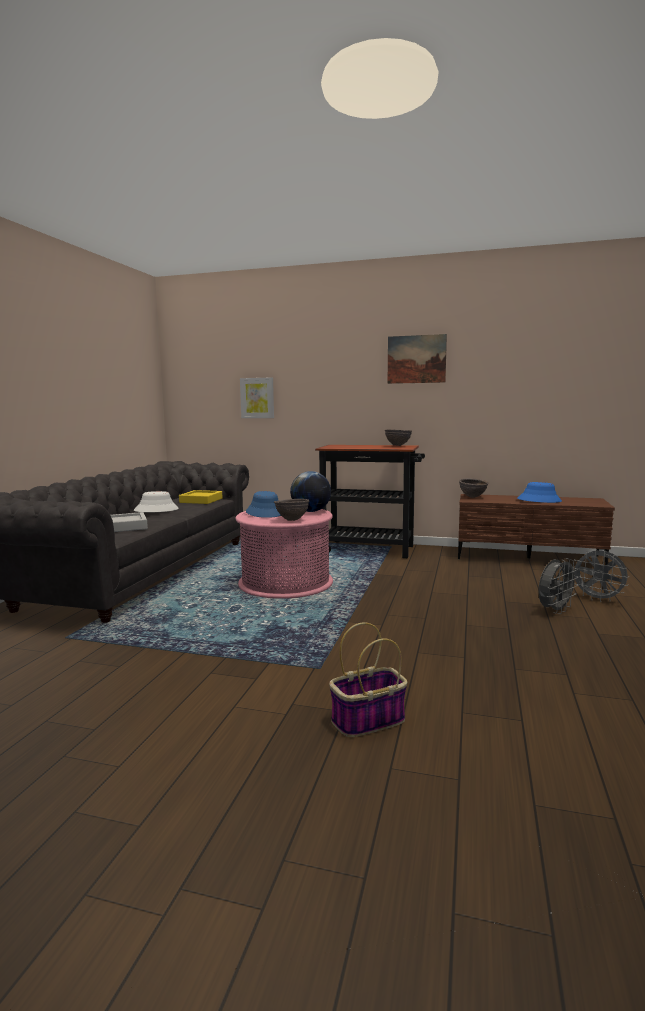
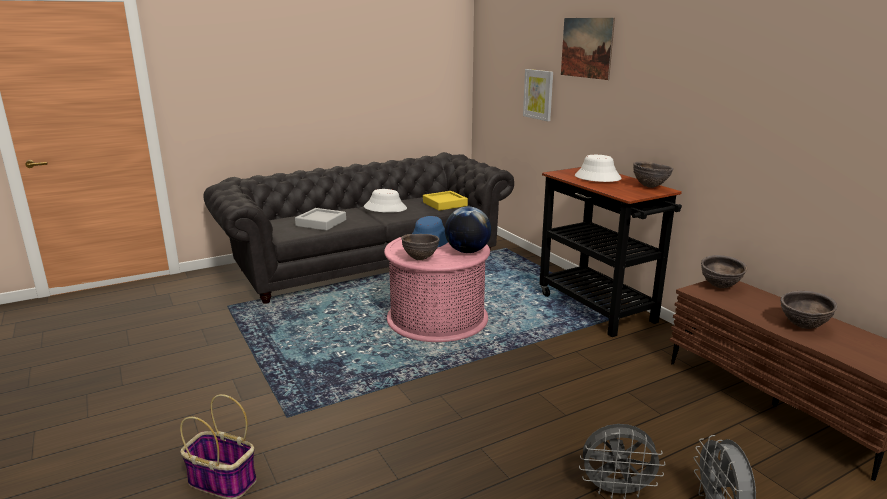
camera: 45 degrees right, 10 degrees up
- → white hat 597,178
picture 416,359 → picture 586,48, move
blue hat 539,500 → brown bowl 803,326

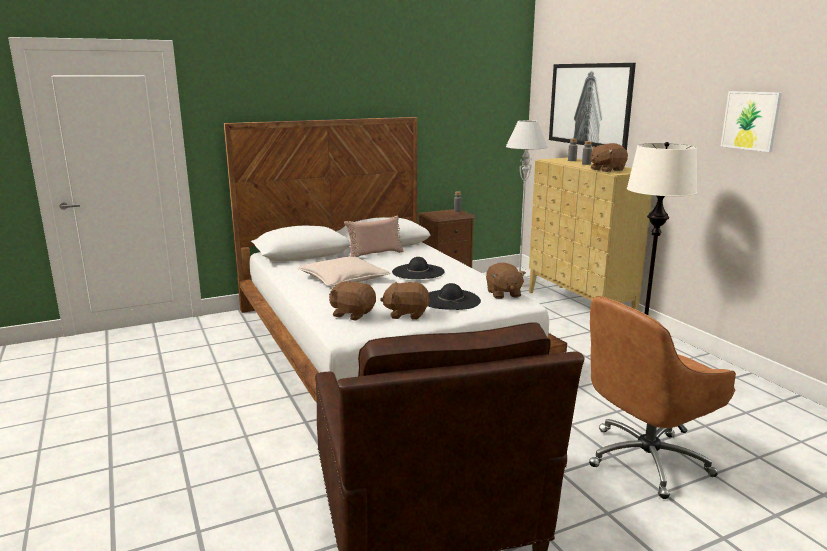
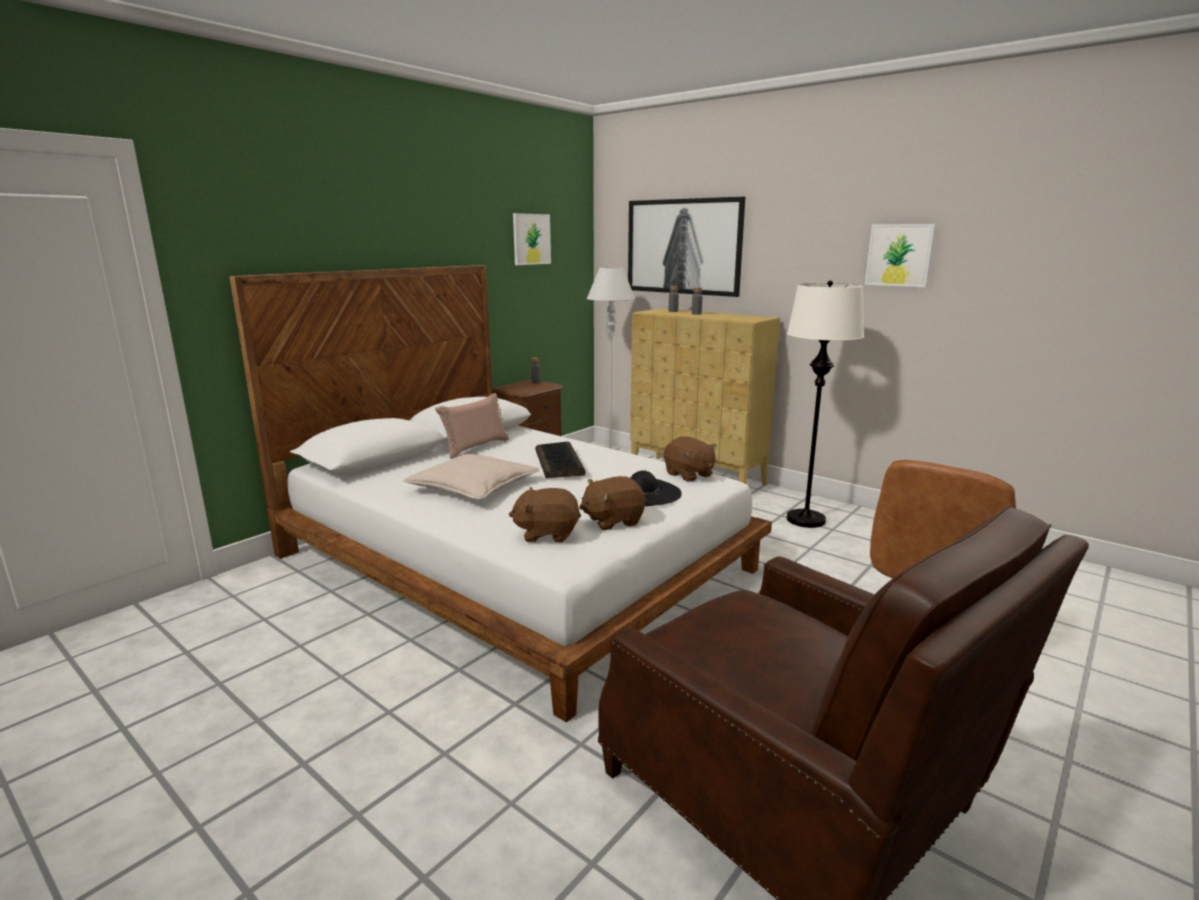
camera: 25 degrees left, 0 degrees up
brown plush toy 606,170 → -
- → picture 531,239
black hat 418,272 → keyboard 560,462

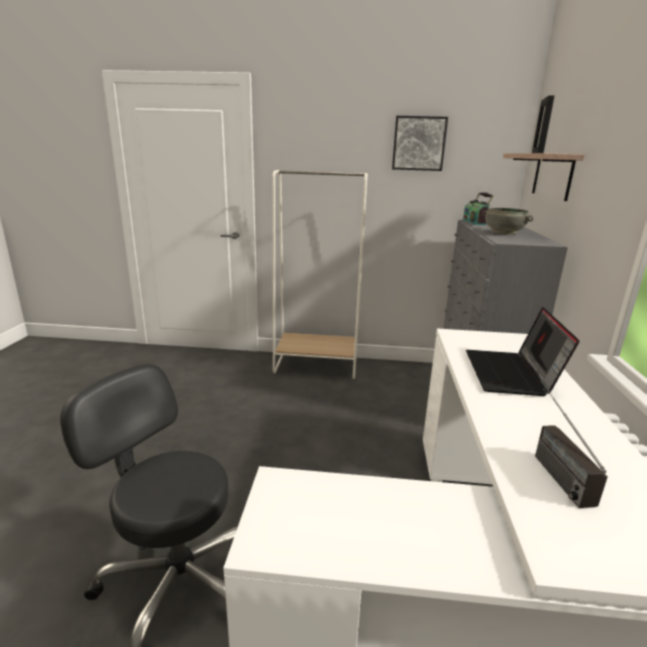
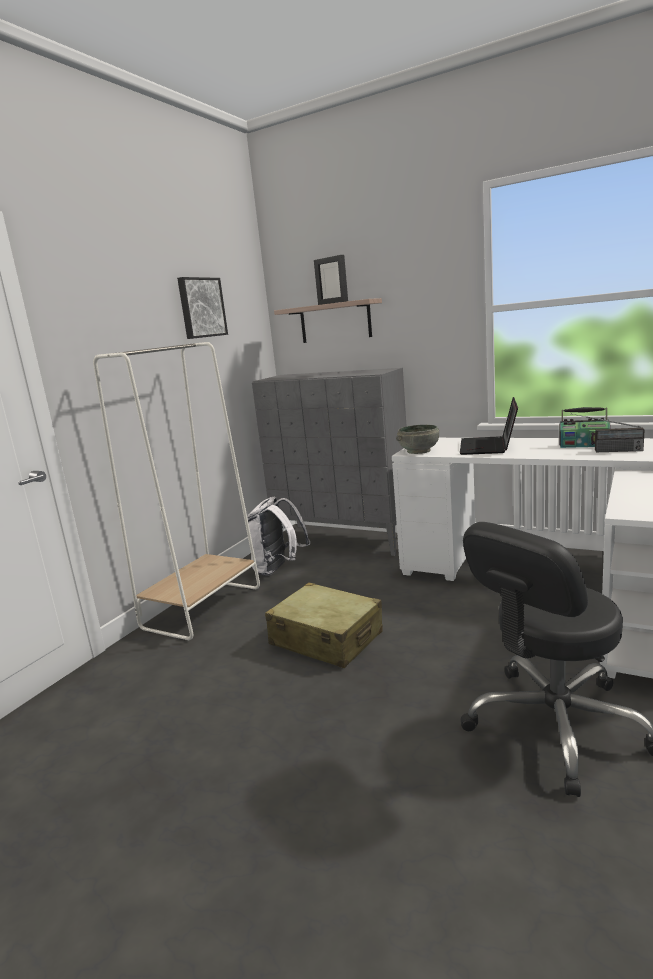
camera: 65 degrees left, 5 degrees down
- → white backpack 278,569
- → beige suitcase 326,639
radio 475,222 → radio 583,445, move
grey bowl 503,233 → grey bowl 419,451, move
laptop 511,374 → laptop 489,447, 75 degrees clockwise

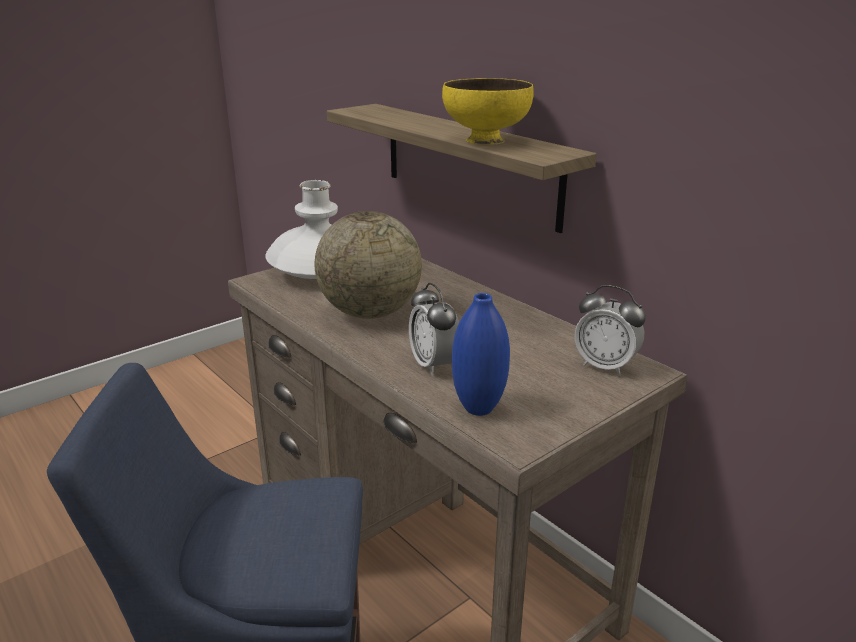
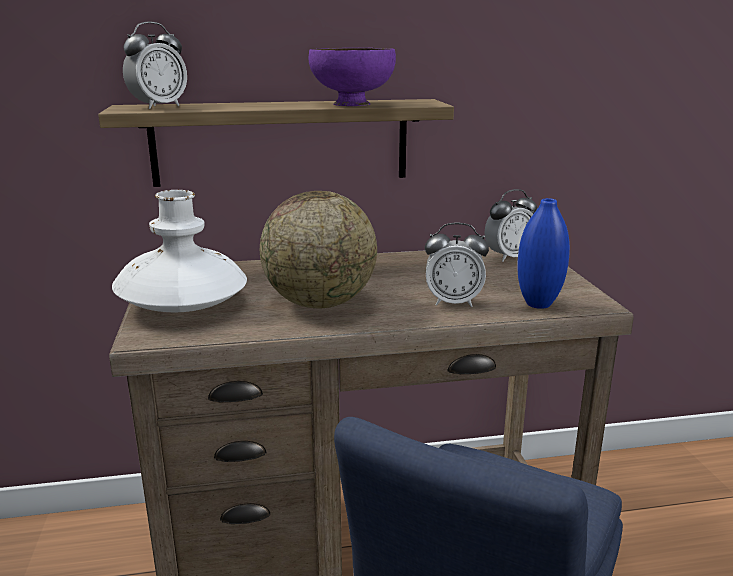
camera: 60 degrees left, 5 degrees down
- → alarm clock 159,107
yellow bowl 486,141 → purple bowl 353,104

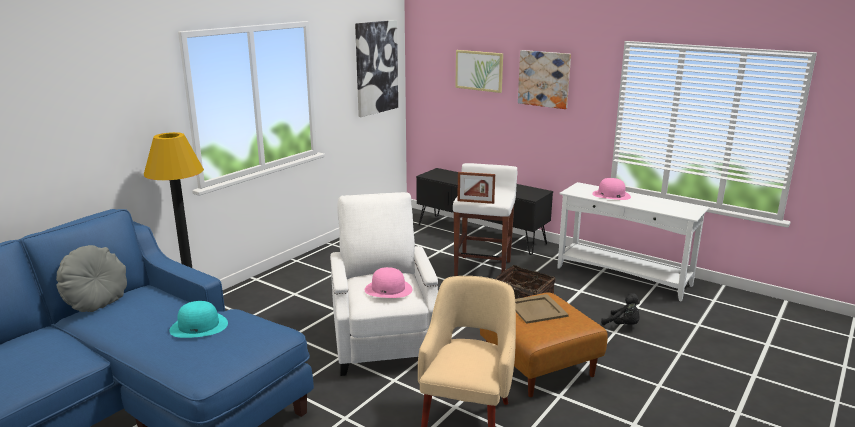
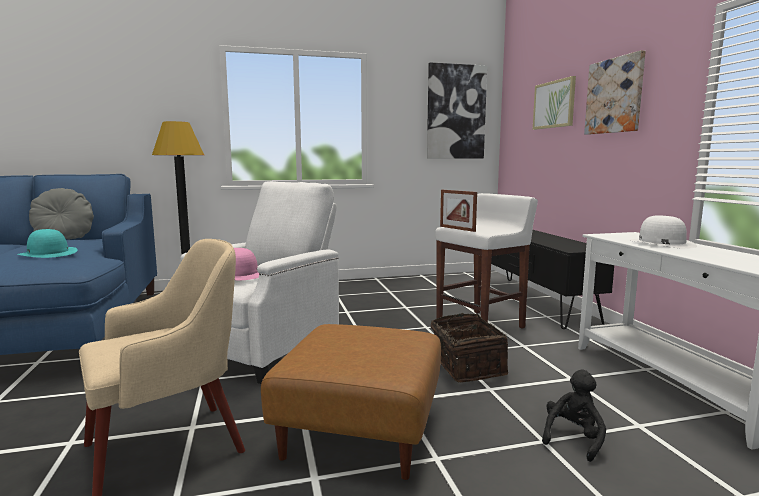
camera: 40 degrees right, 10 degrees down
beige tray 537,309 → -
pink hat 611,195 → white hat 661,243
black plush toy 623,325 → black plush toy 573,438, 135 degrees counterclockwise

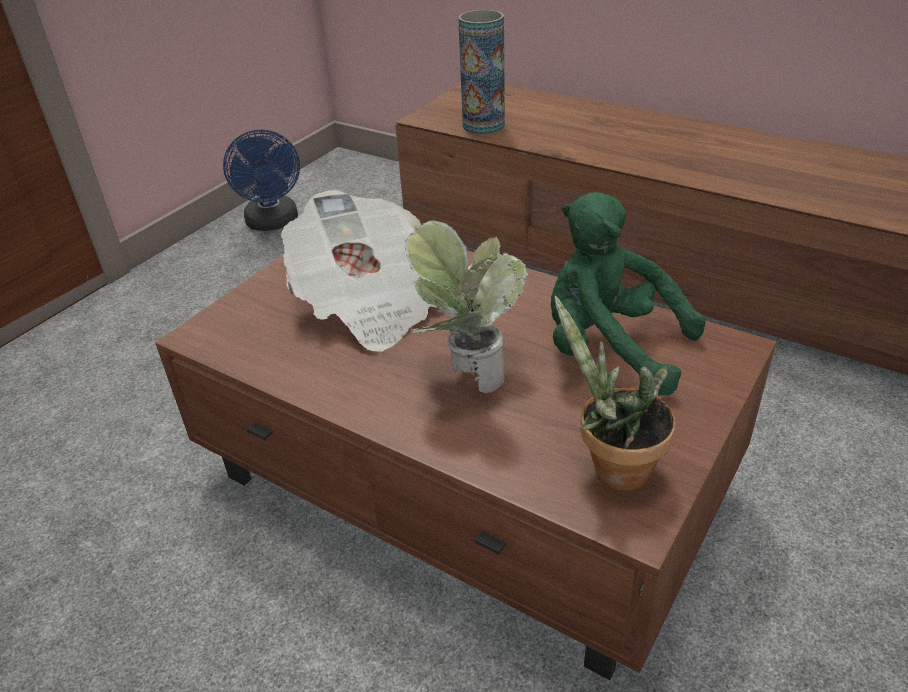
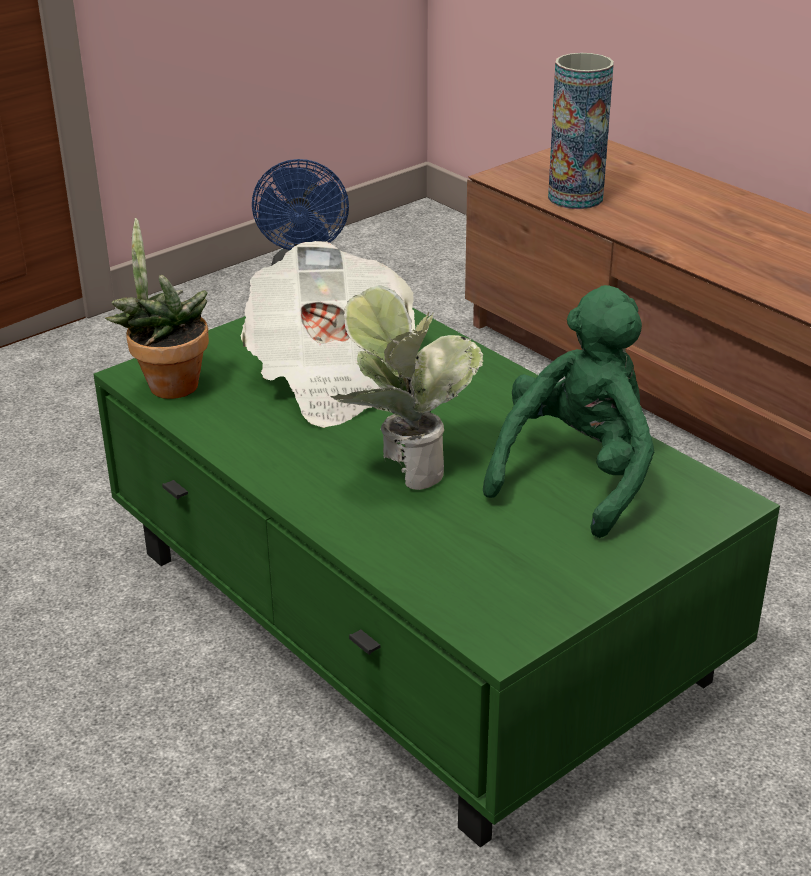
camera: 15 degrees right, 5 degrees down
potted plant 612,468 → potted plant 168,384, move
brown coffee table 467,481 → green coffee table 414,618
green plush toy 609,349 → green plush toy 577,475, 75 degrees clockwise

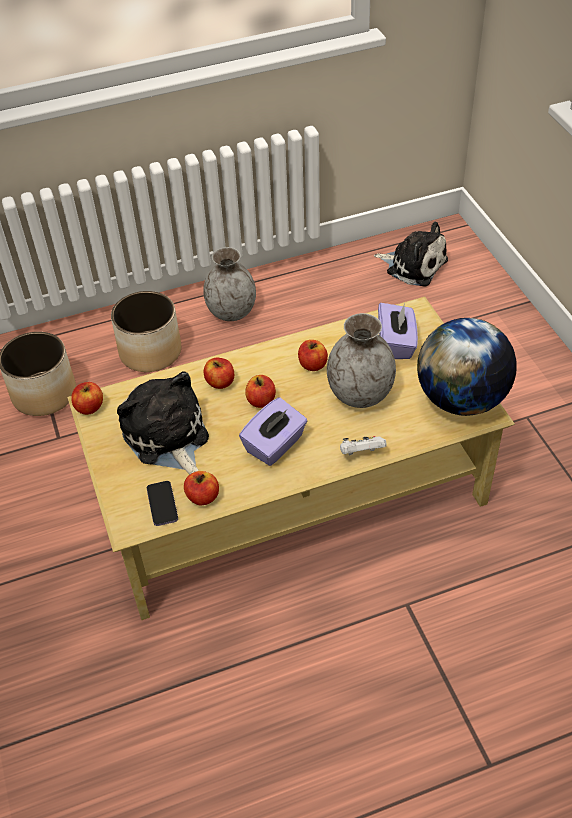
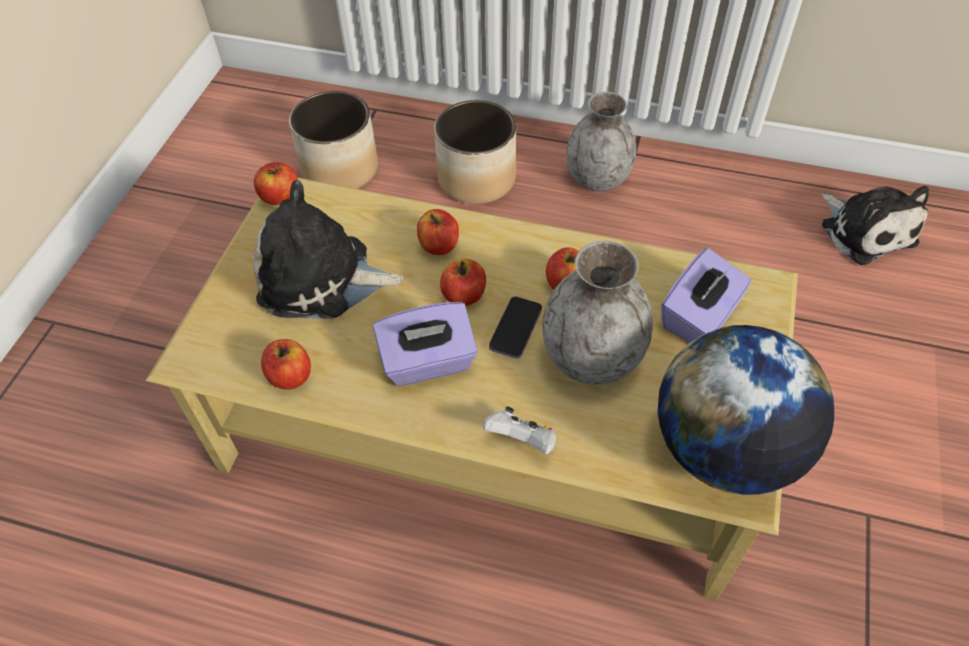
camera: 35 degrees right, 5 degrees up
phone 162,504 → phone 515,328, move
plush toy 167,438 → plush toy 321,279, 90 degrees counterclockwise

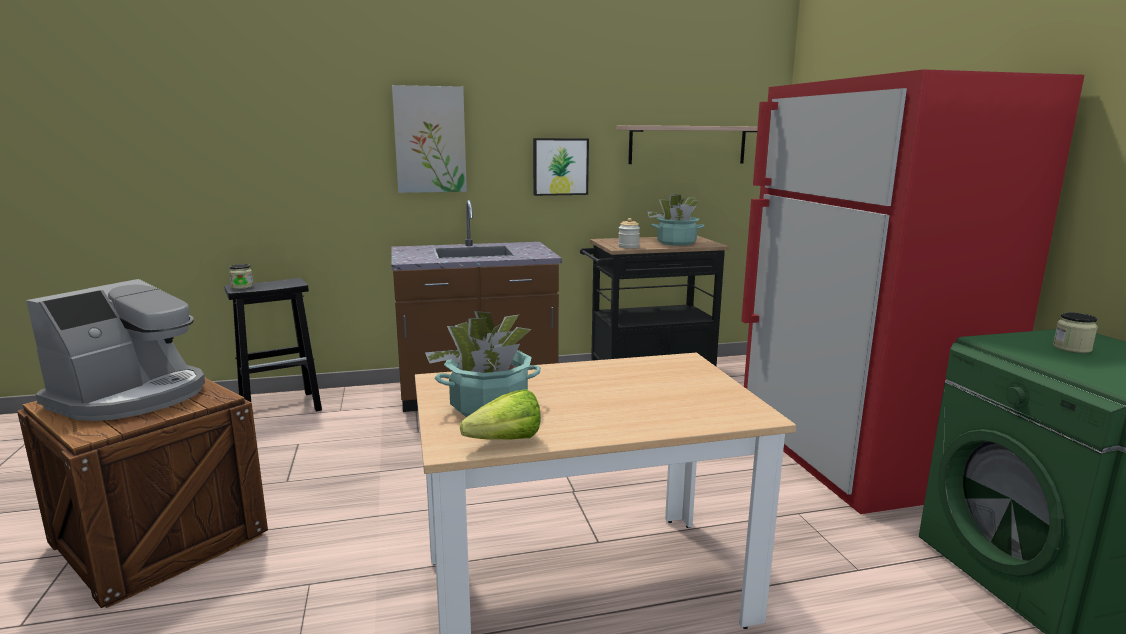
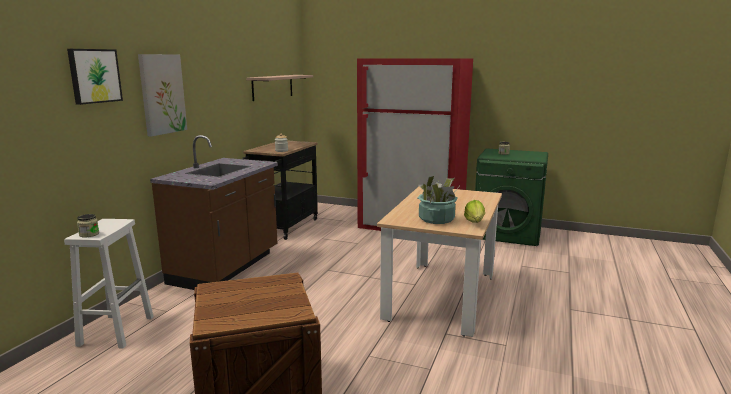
camera: 55 degrees left, 0 degrees up
coffee machine 132,396 → -
potted plant 676,242 → -
picture 560,166 → picture 94,76, move
black stool 282,407 → white stool 117,330

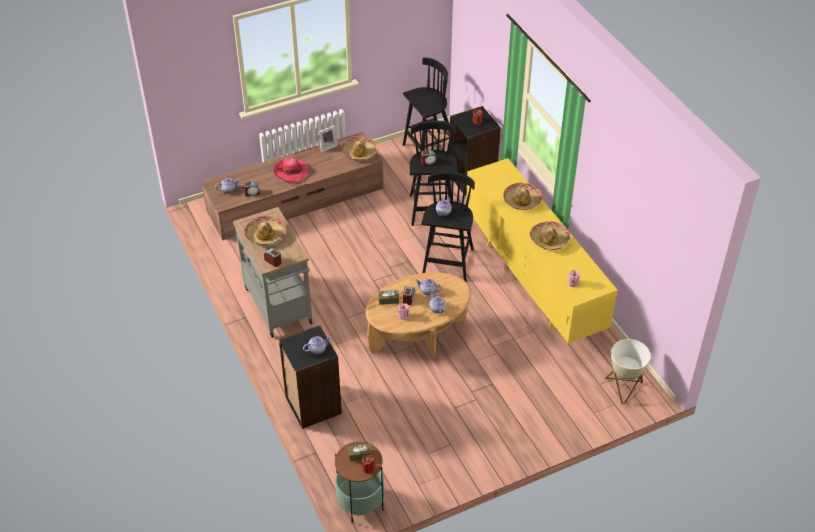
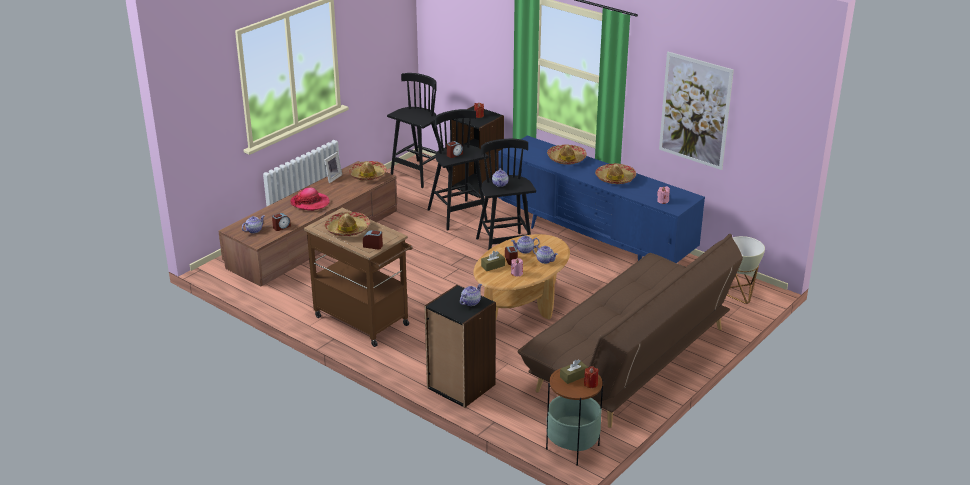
camera: 25 degrees left, 15 degrees down
- → brown sofa 631,359
- → picture 695,110
grey cart 279,307 → brown cart 364,322
yellow cabinet 534,282 → blue cabinet 595,242

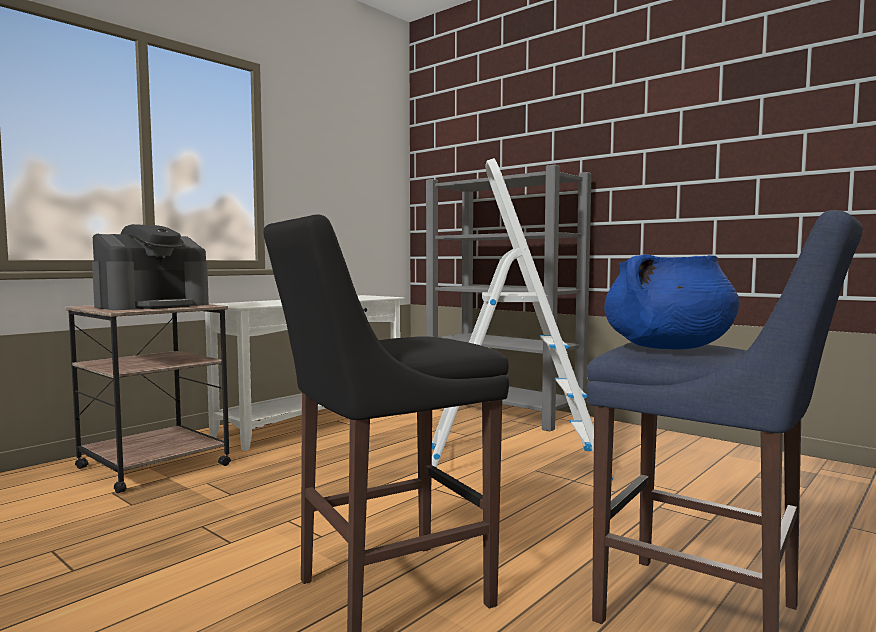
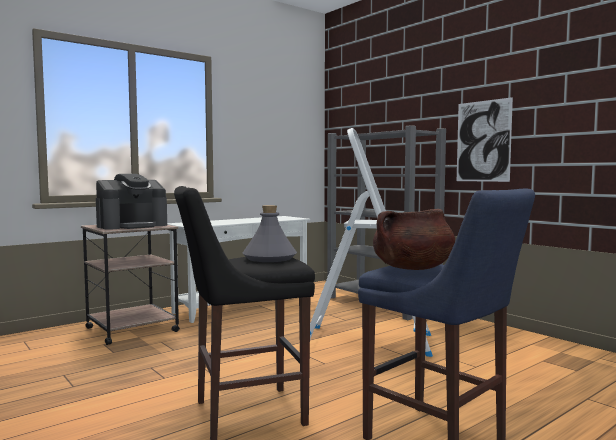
camera: 10 degrees right, 0 degrees up
- → grey bottle 269,258
- → picture 483,141
blue cooking pot 667,348 → brown cooking pot 412,268

